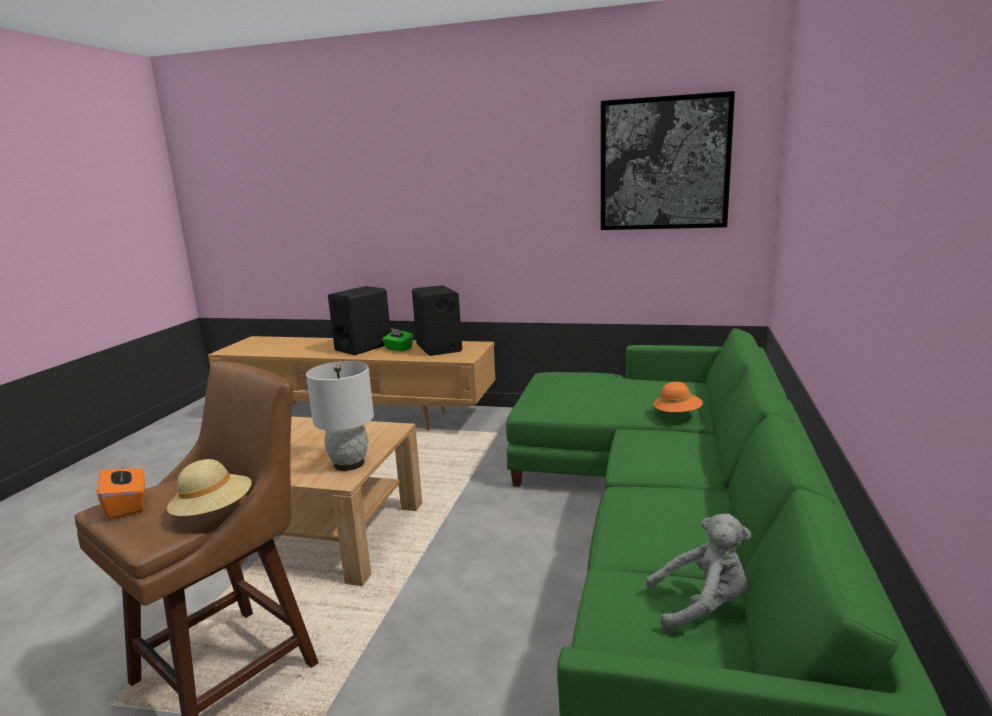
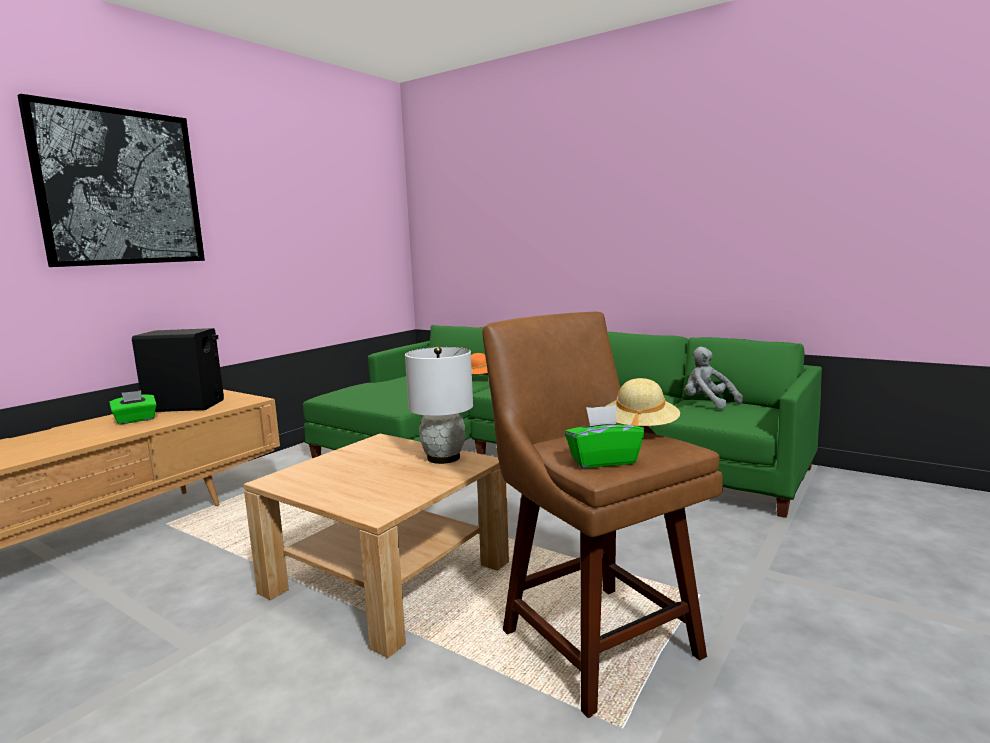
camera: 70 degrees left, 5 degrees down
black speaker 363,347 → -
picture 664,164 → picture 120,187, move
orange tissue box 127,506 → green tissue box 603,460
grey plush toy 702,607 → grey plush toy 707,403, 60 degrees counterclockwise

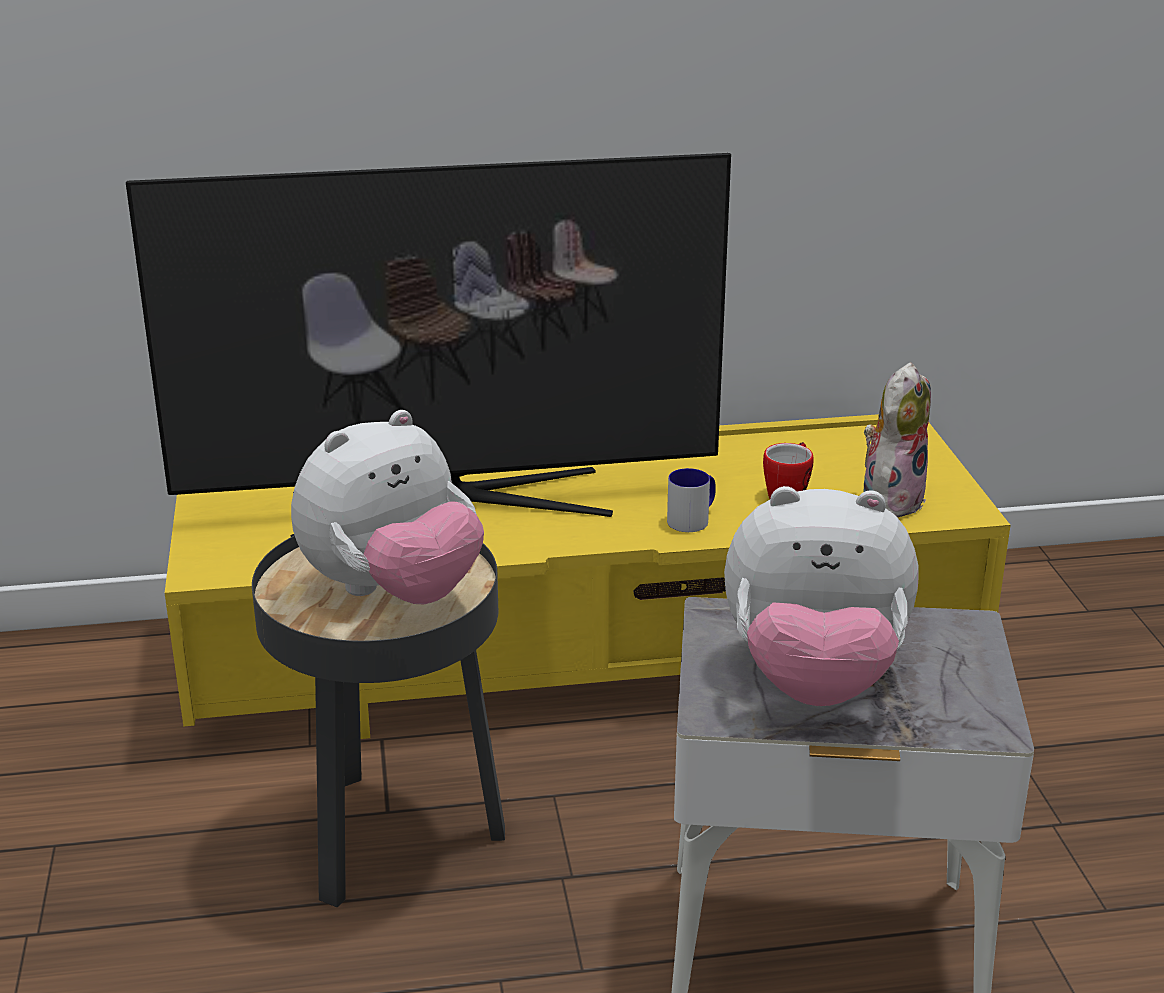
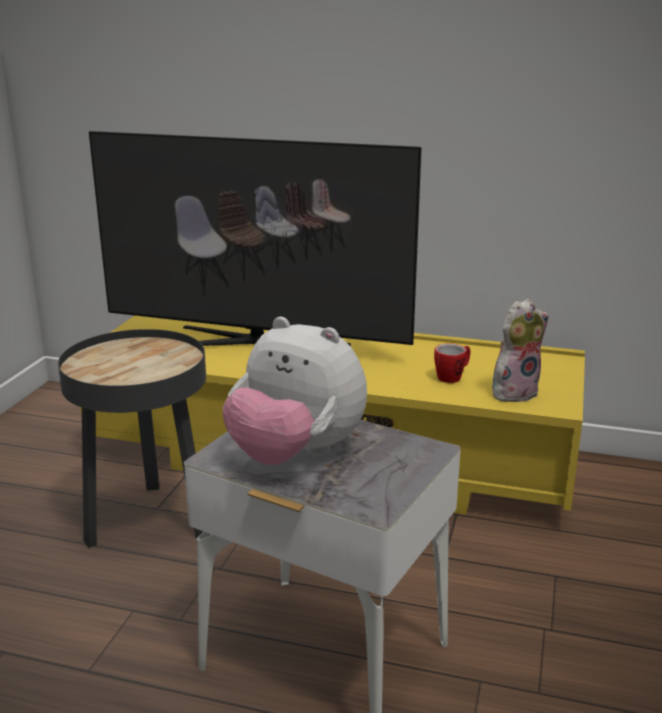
camera: 25 degrees right, 5 degrees down
plush toy 393,592 → -
mug 693,519 → -

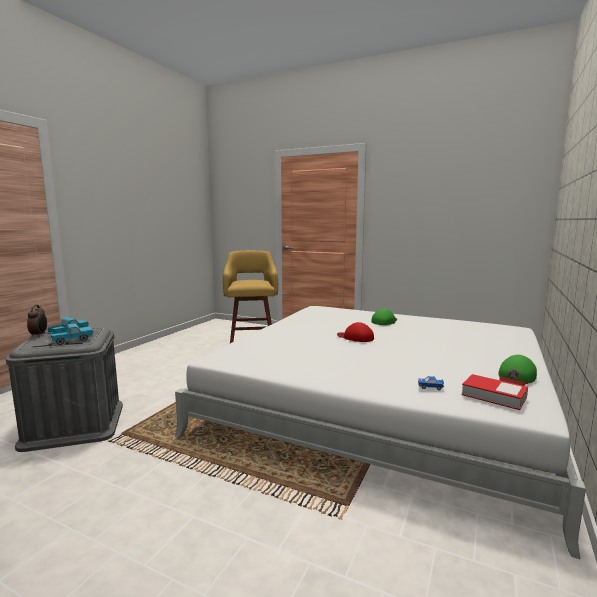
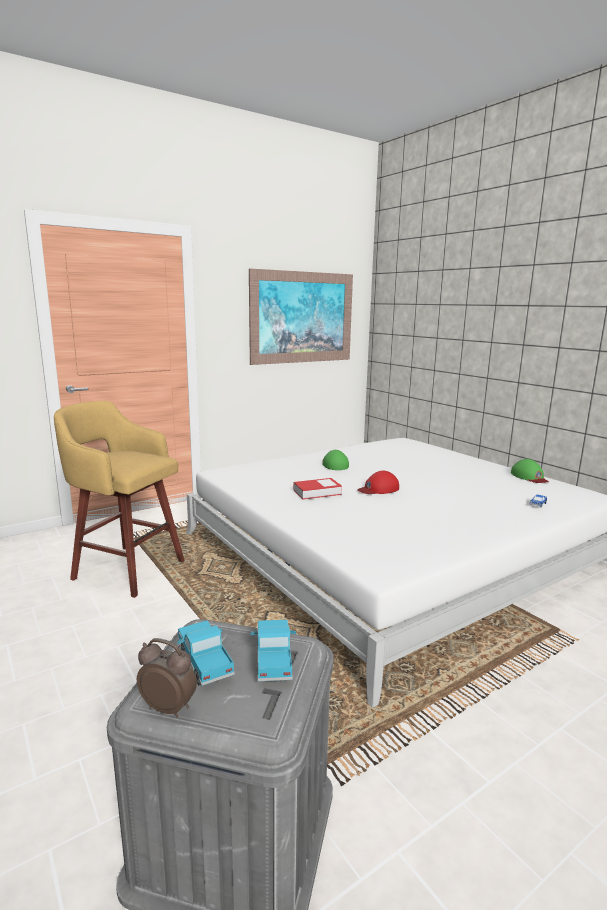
camera: 60 degrees left, 5 degrees up
- → picture 302,317
book 493,396 → book 317,492, move

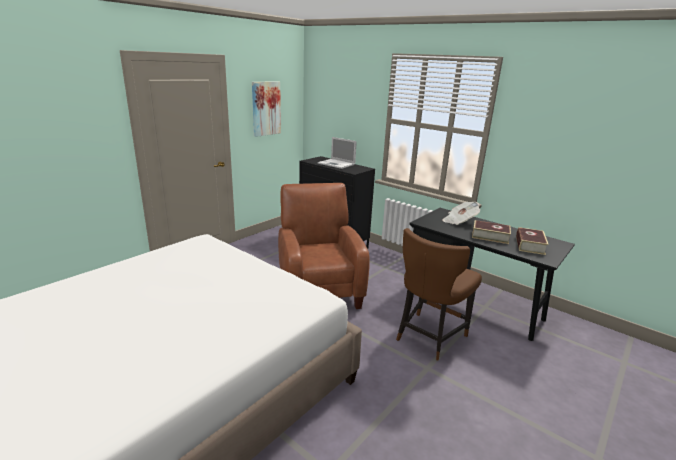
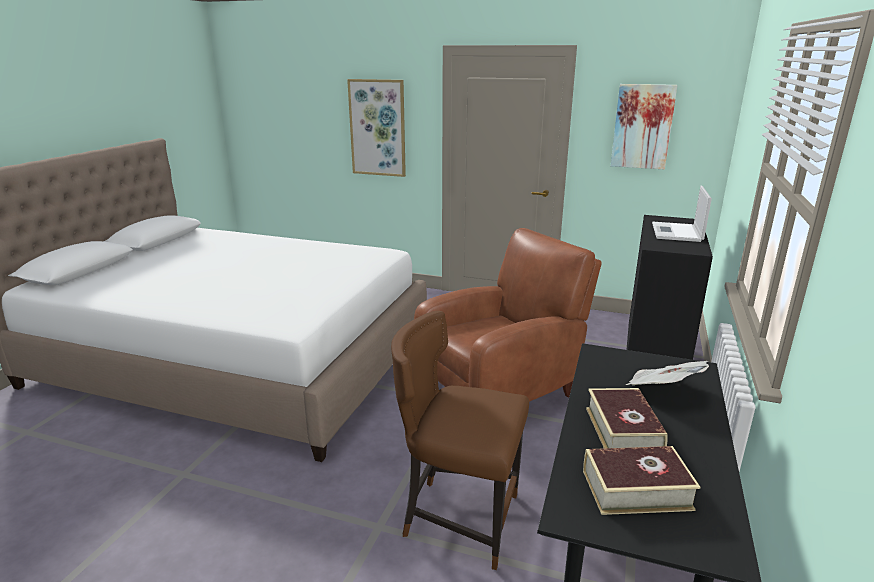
camera: 70 degrees right, 0 degrees up
- → picture 377,128

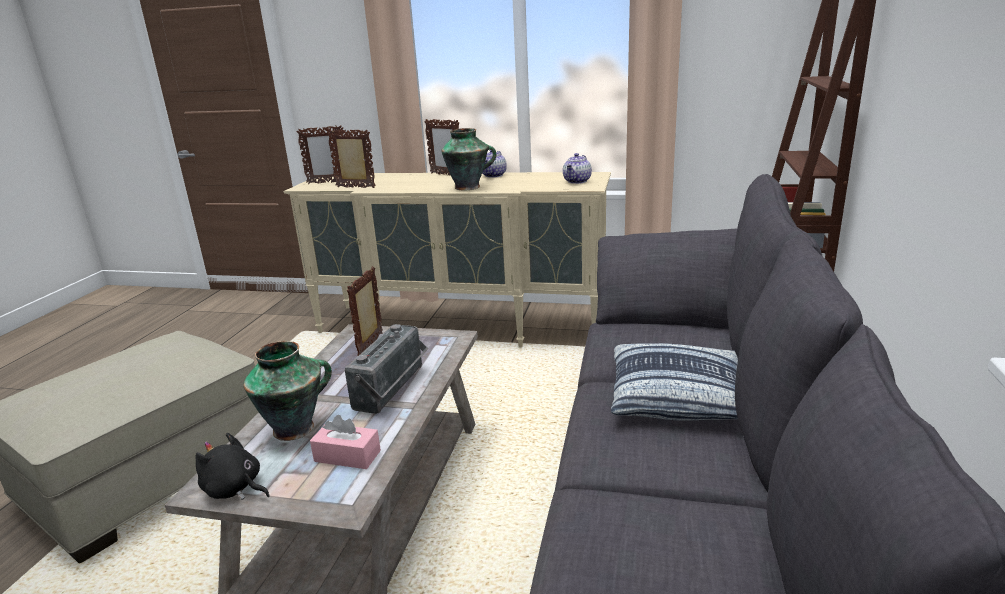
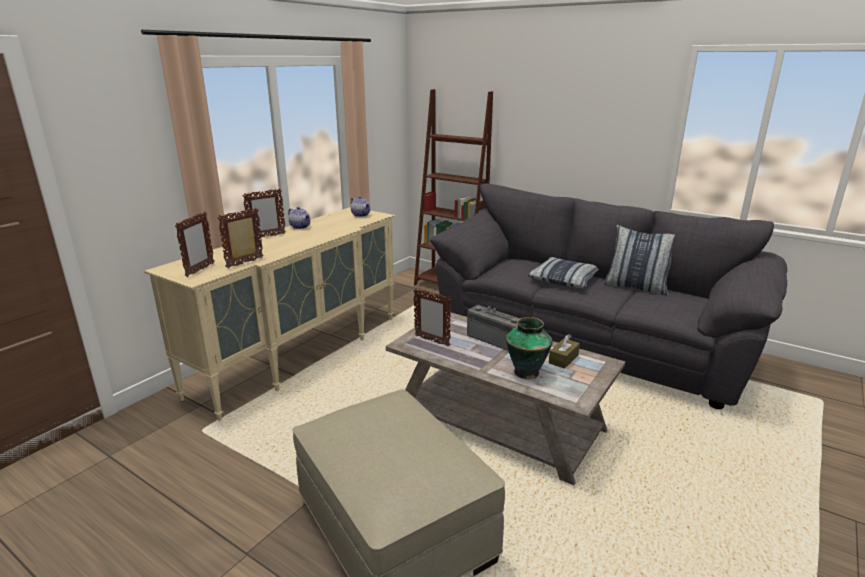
camera: 70 degrees left, 0 degrees up
black plush toy 235,489 → -
vase 468,187 → -
- → pillow 636,287
pink tissue box 347,456 → brown tissue box 563,359

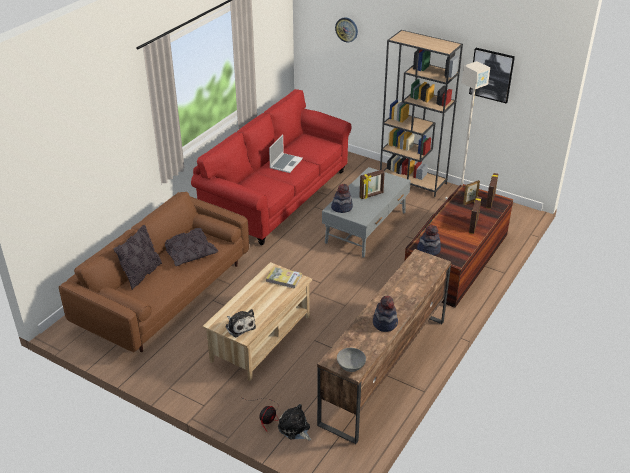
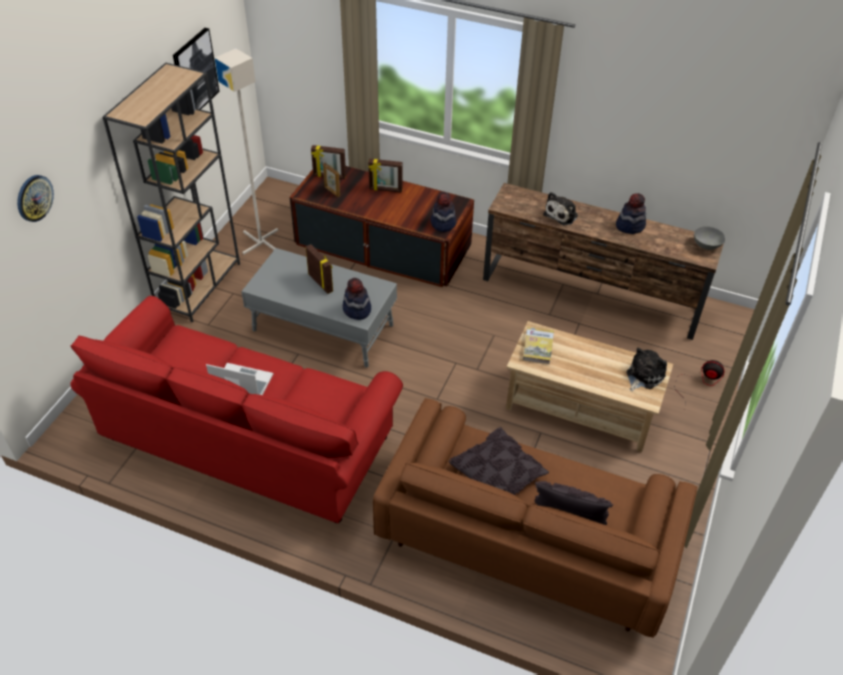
camera: 100 degrees left, 10 degrees up
plush toy 295,429 → plush toy 562,214, move

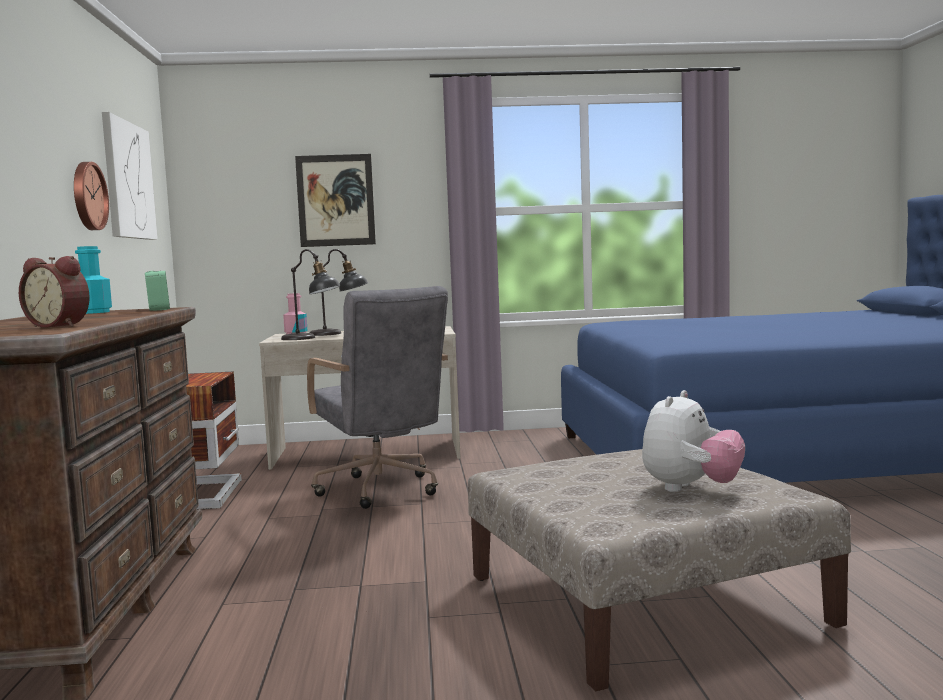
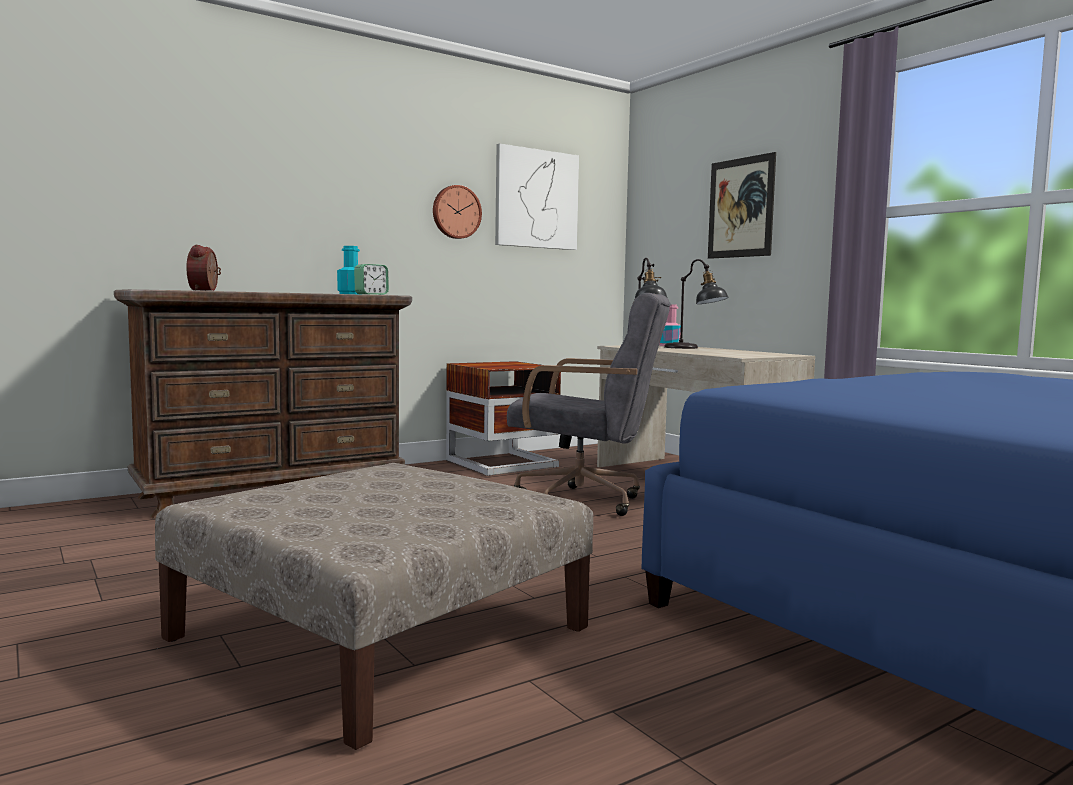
camera: 60 degrees right, 0 degrees up
plush toy 690,489 → -
grey office chair 382,492 → grey office chair 586,503, 105 degrees counterclockwise

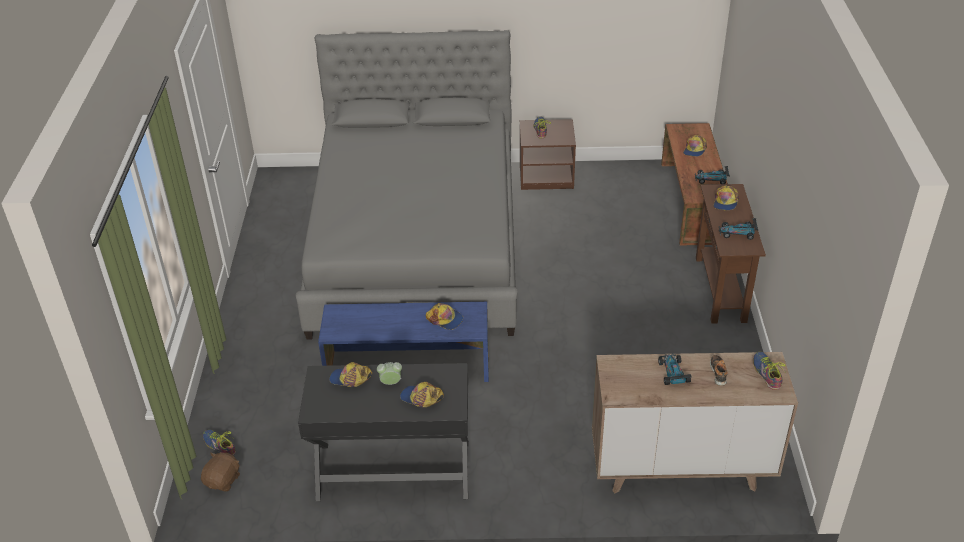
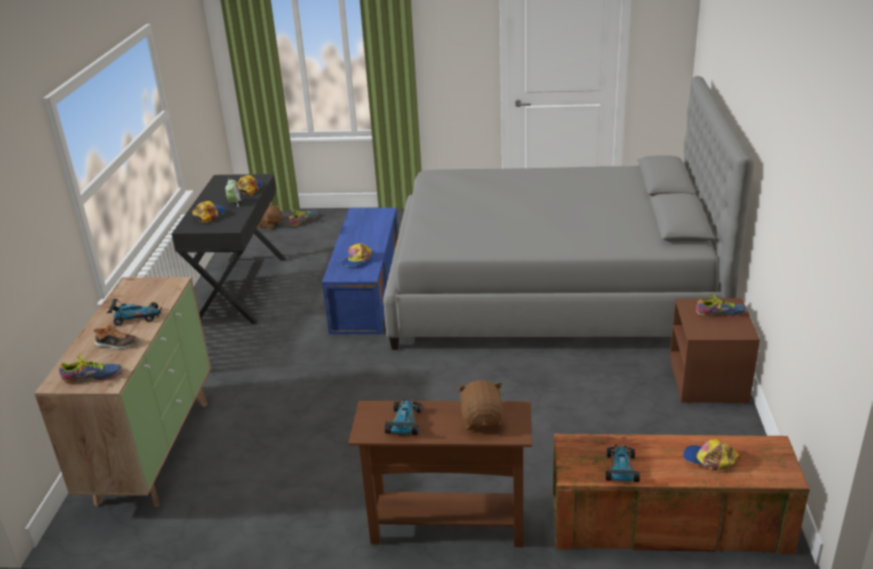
camera: 95 degrees right, 10 degrees down
cap 725,202 → brown plush toy 482,420

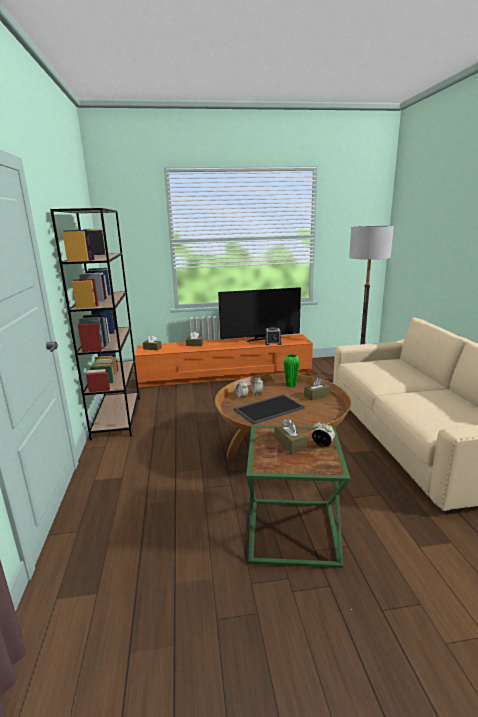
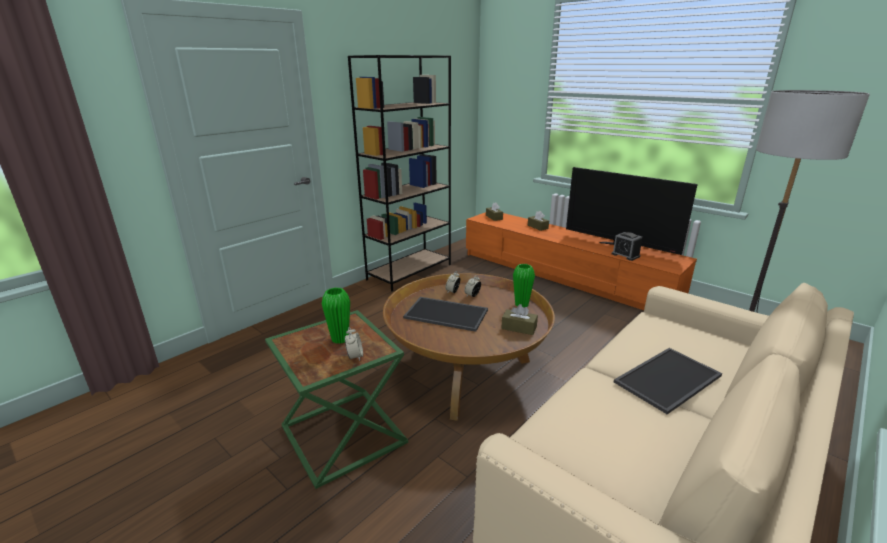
camera: 50 degrees right, 5 degrees up
- → tray 668,380
brown tissue box 289,443 → green vase 340,339

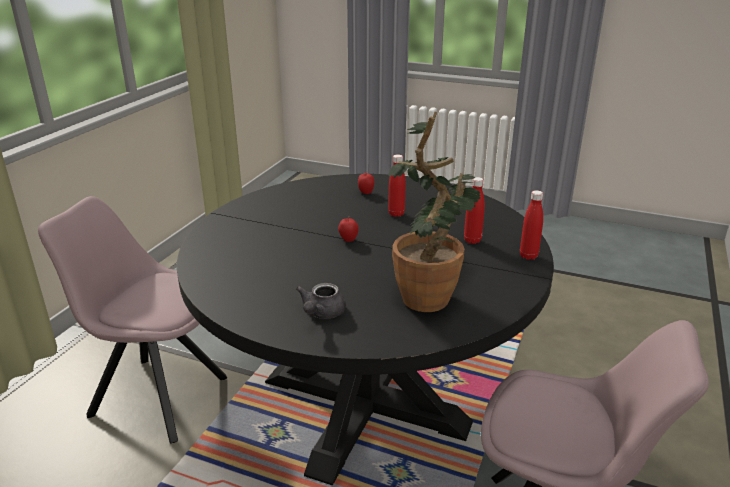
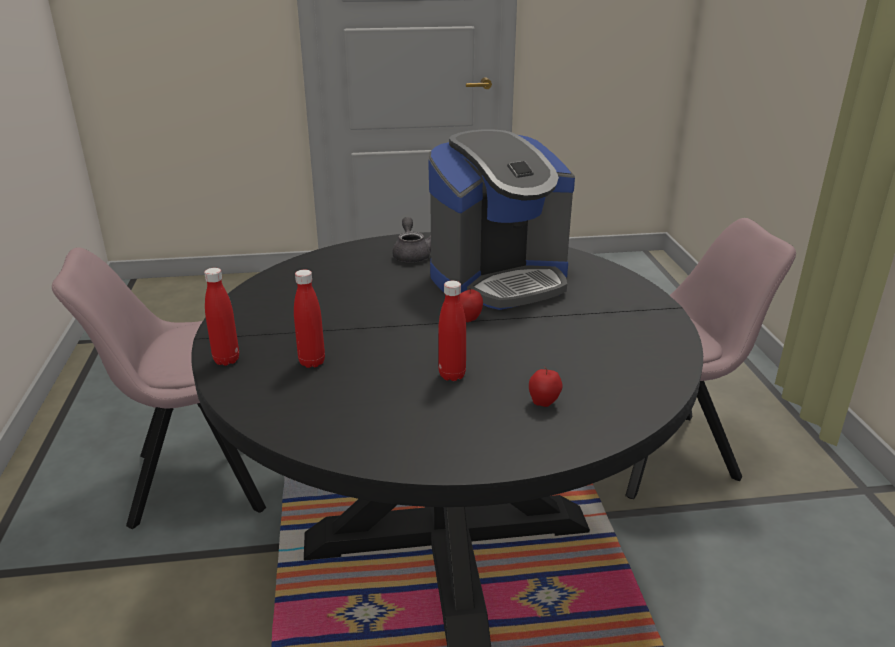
camera: 150 degrees right, 0 degrees up
potted plant 433,294 → -
- → coffee machine 499,279

